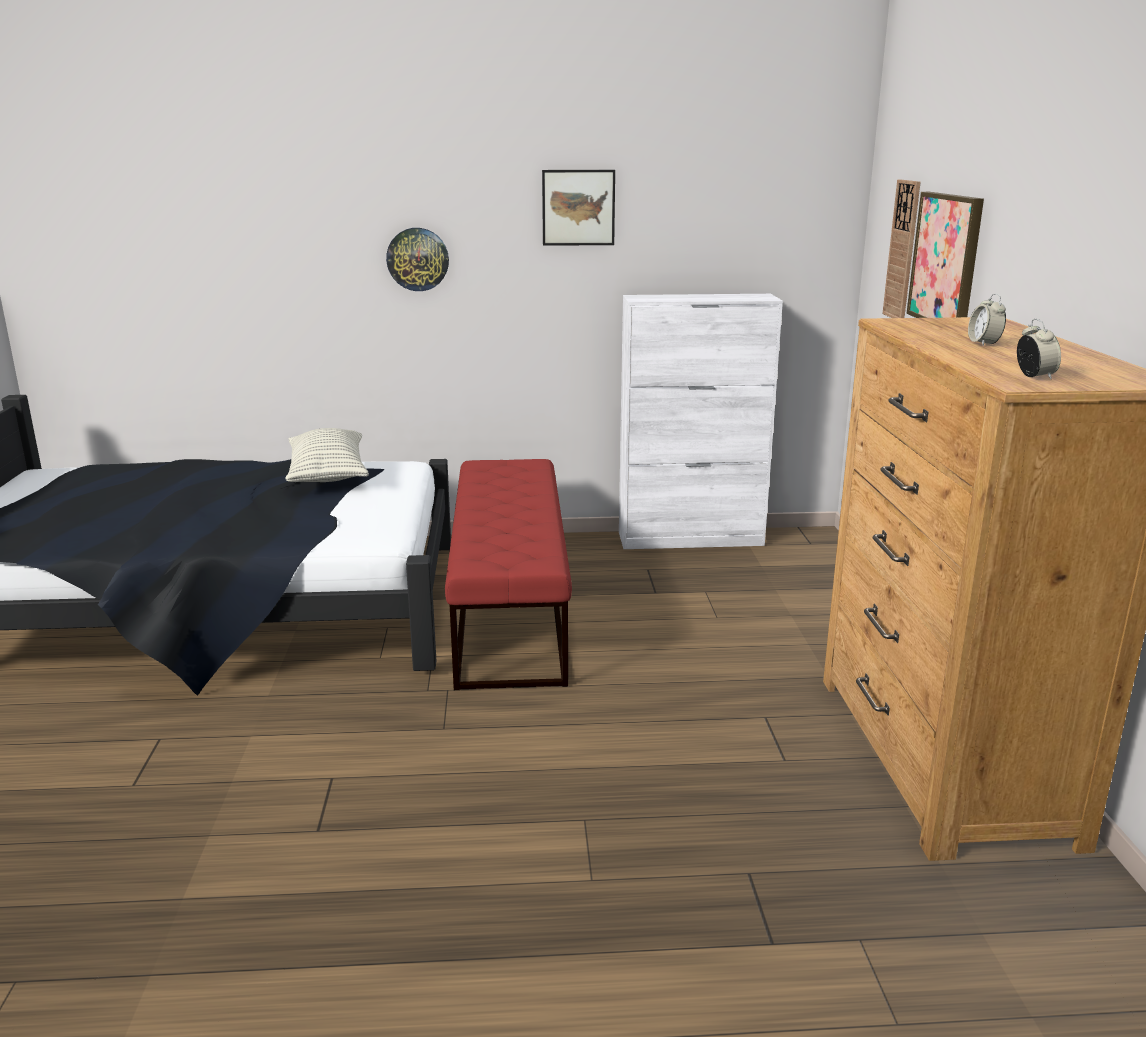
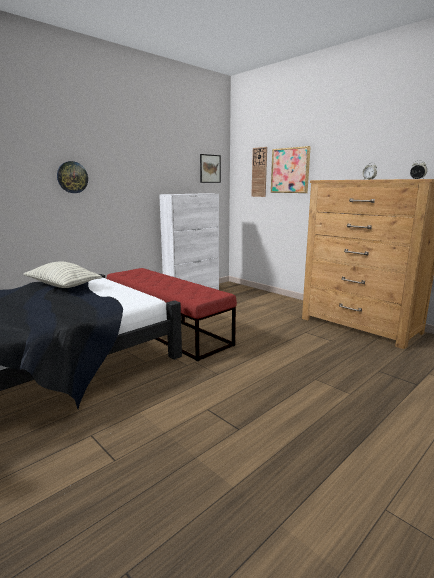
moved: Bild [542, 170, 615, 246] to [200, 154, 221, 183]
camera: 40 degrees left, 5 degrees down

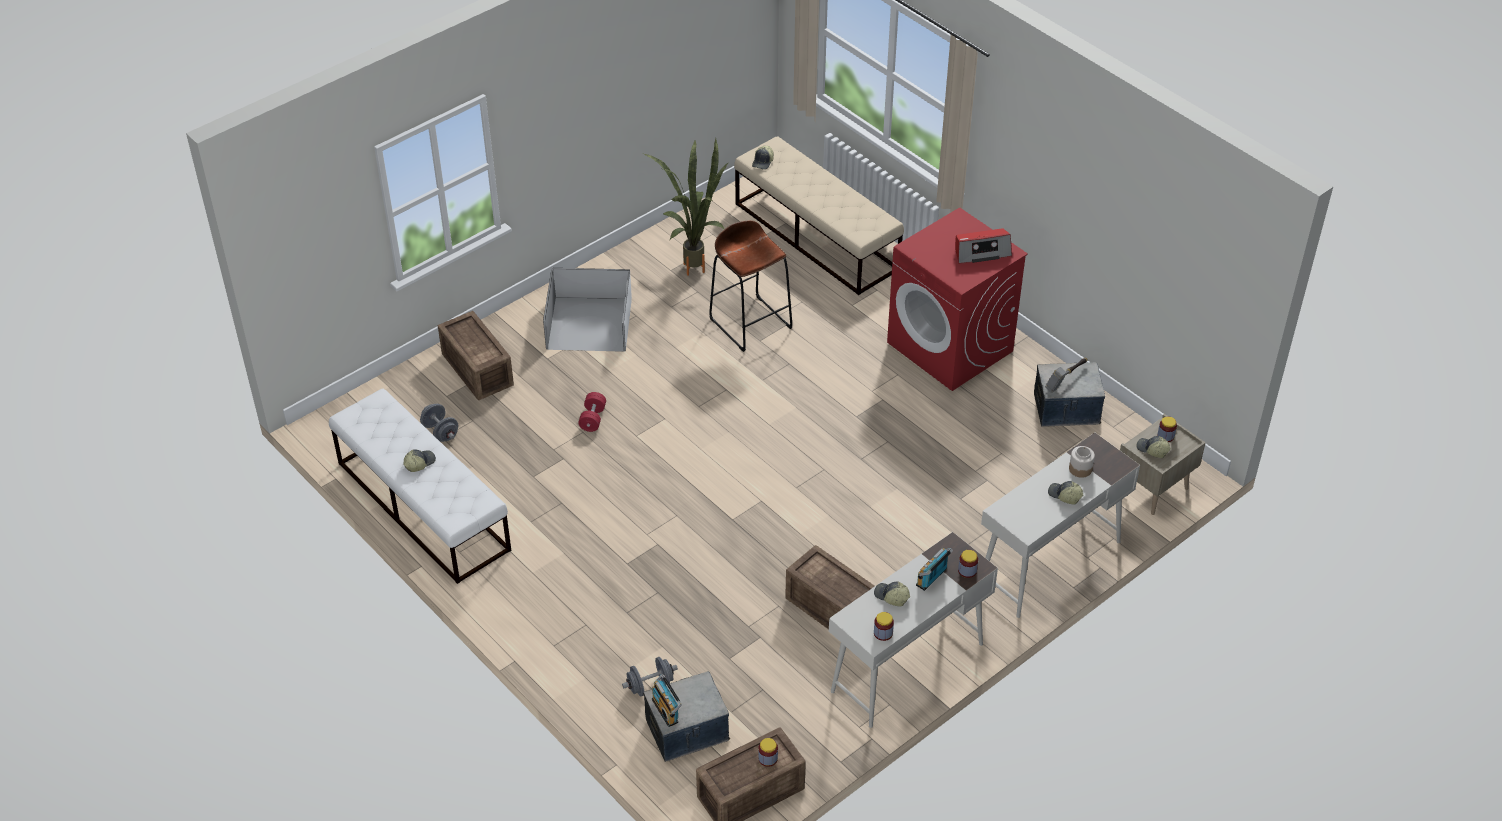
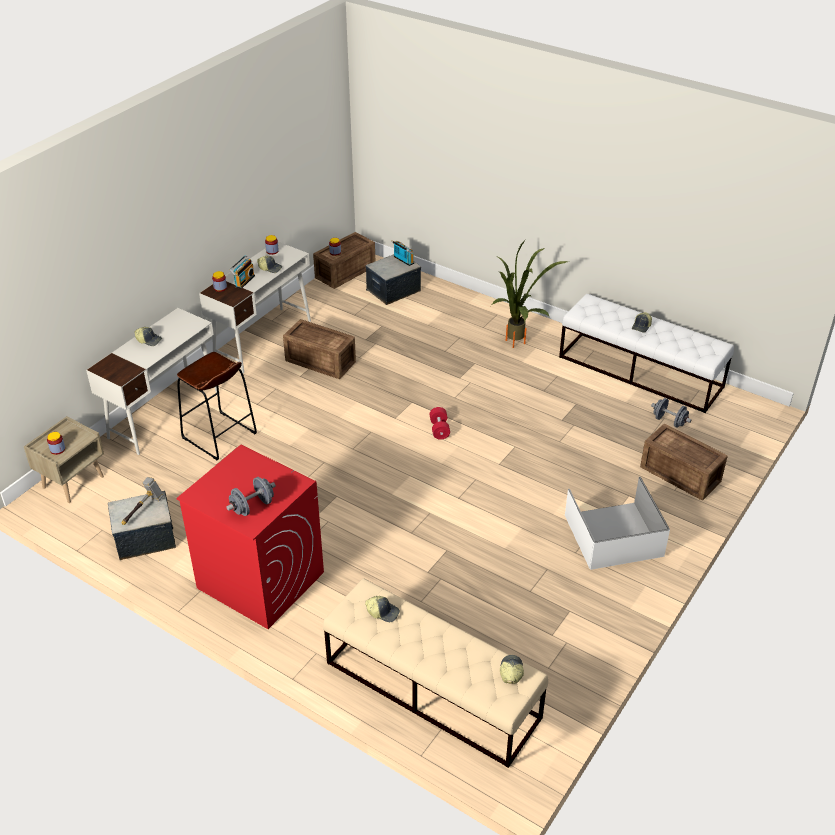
removed: Radio [955, 228, 1012, 264]; Vorratsglas [1069, 446, 1095, 478]
moved: Hocker [braun] [709, 220, 792, 352] to [177, 352, 257, 460]; Hantel [grau] [622, 657, 678, 697] to [226, 477, 276, 516]; Kappe [1136, 436, 1171, 458] to [365, 596, 400, 622]; Hantel [rot] [578, 392, 606, 432] to [429, 407, 450, 440]; Topfpflanze [644, 138, 728, 275] to [492, 240, 569, 348]
camera: 165 degrees right, 5 degrees down

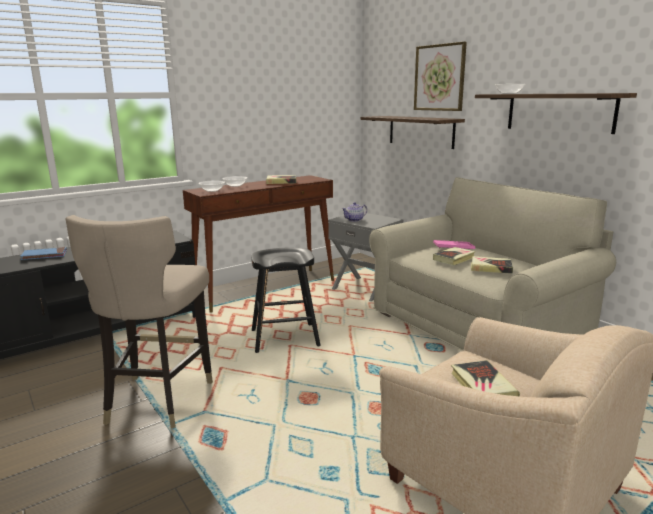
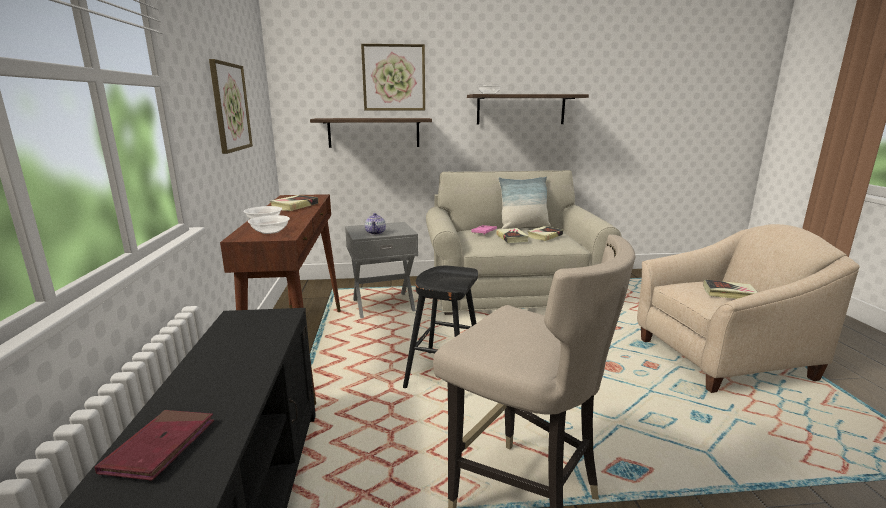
added: Bild [209, 59, 253, 154]; Kissen [498, 176, 551, 229]
recoloured: Buch [blau] [20, 247, 67, 260] to Buch [rot] [95, 410, 214, 481]
camera: 60 degrees left, 0 degrees up

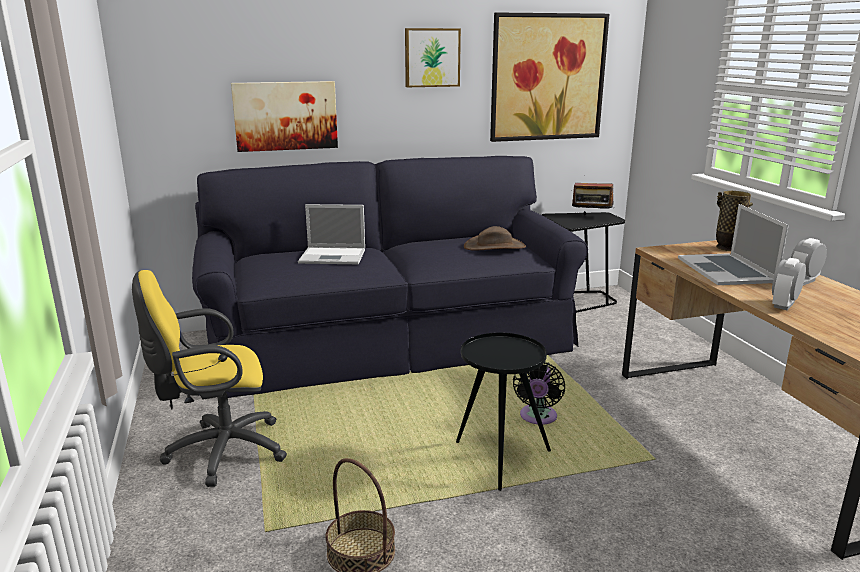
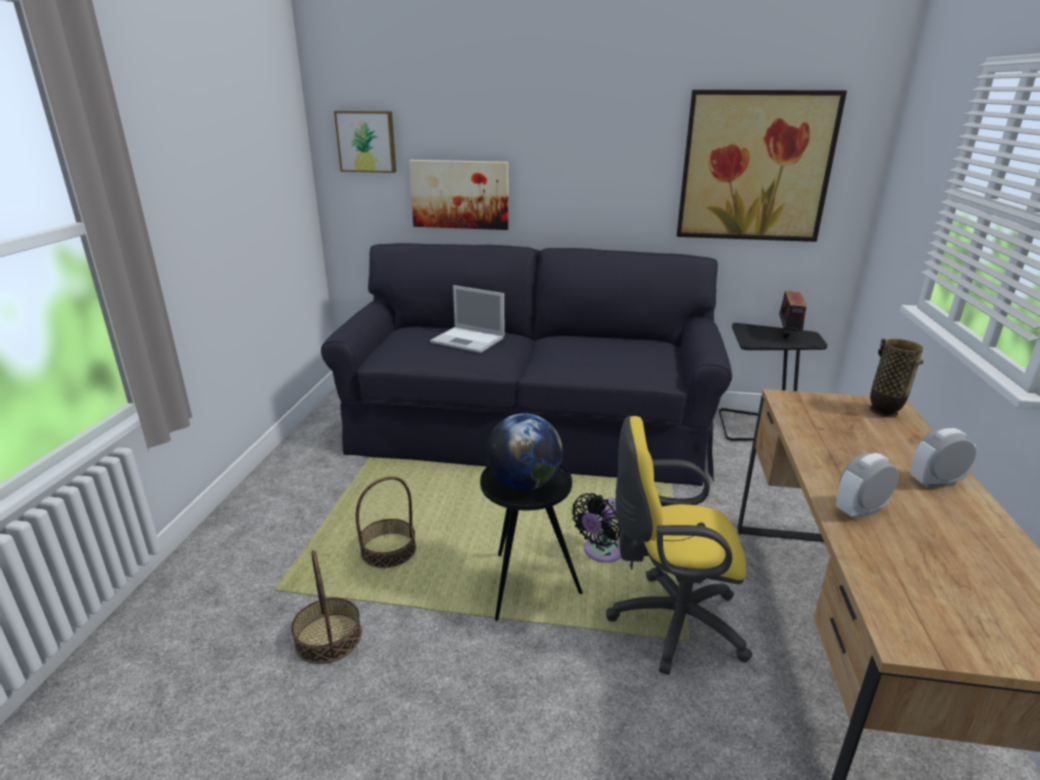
removed: Hut [braun] [464, 226, 526, 250]; Laptop [678, 204, 789, 285]
added: Korb [356, 476, 416, 568]; Globus [486, 413, 563, 490]
moved: Bild [405, 28, 461, 87] to [334, 111, 396, 173]; Bürostuhl [gelb] [132, 270, 287, 487] to [606, 416, 752, 675]
turned: Radio [572, 175, 614, 215] = [775, 291, 807, 338] 120 degrees counterclockwise
camera: 25 degrees right, 5 degrees up

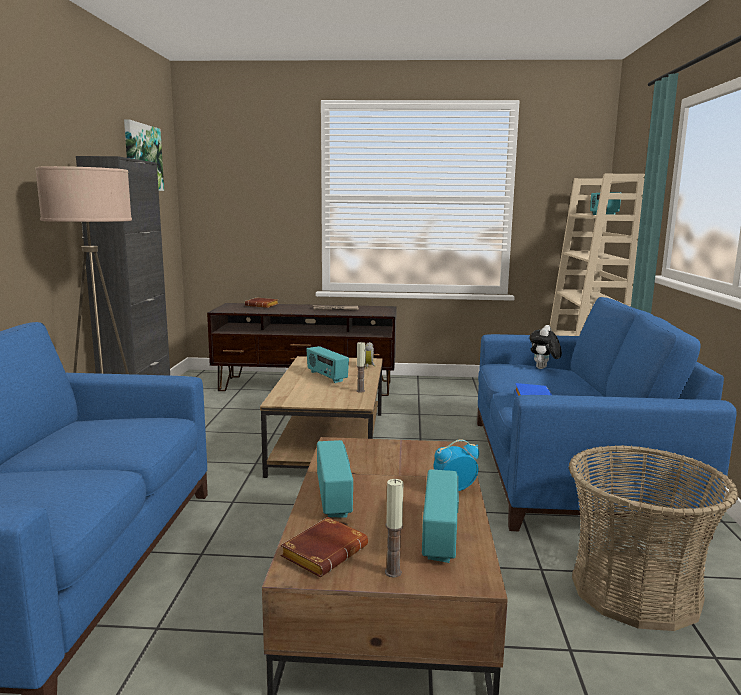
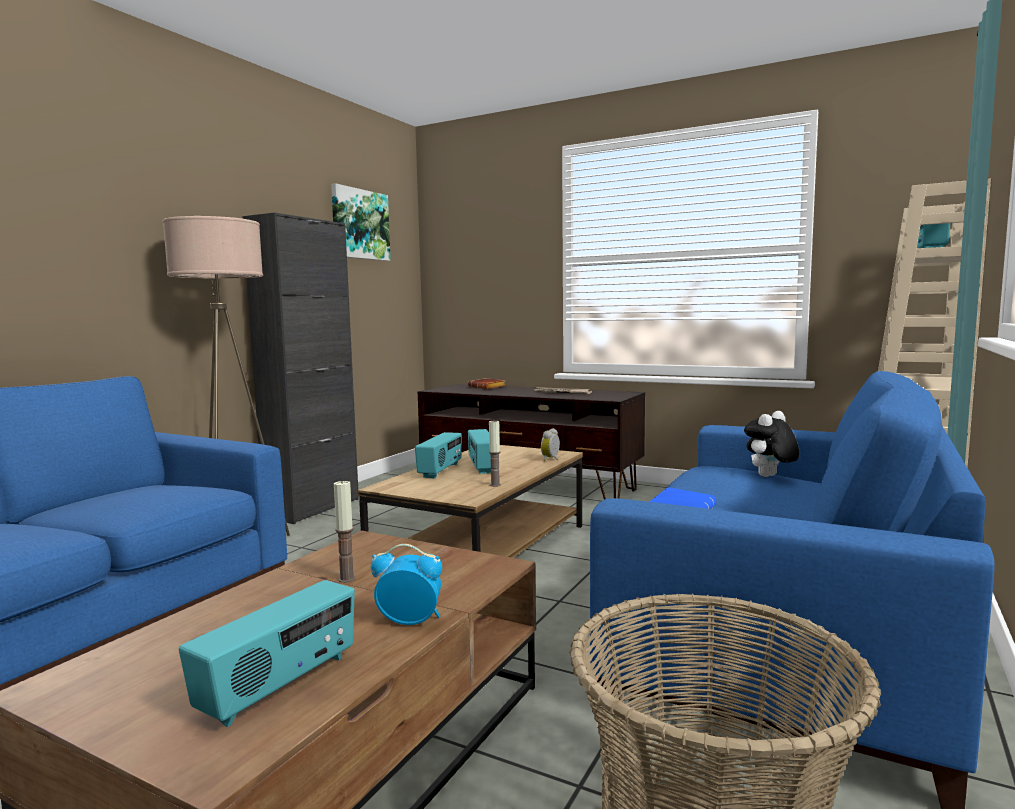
removed: Buch [braun] [280, 517, 368, 577]
moved: Kerze [385, 479, 403, 578] to [334, 480, 356, 583]; Radio [317, 440, 353, 518] to [415, 432, 462, 479]
camera: 25 degrees right, 5 degrees down

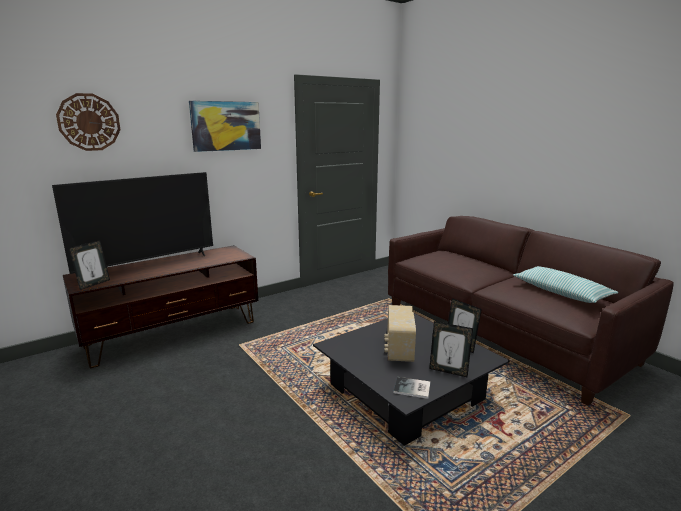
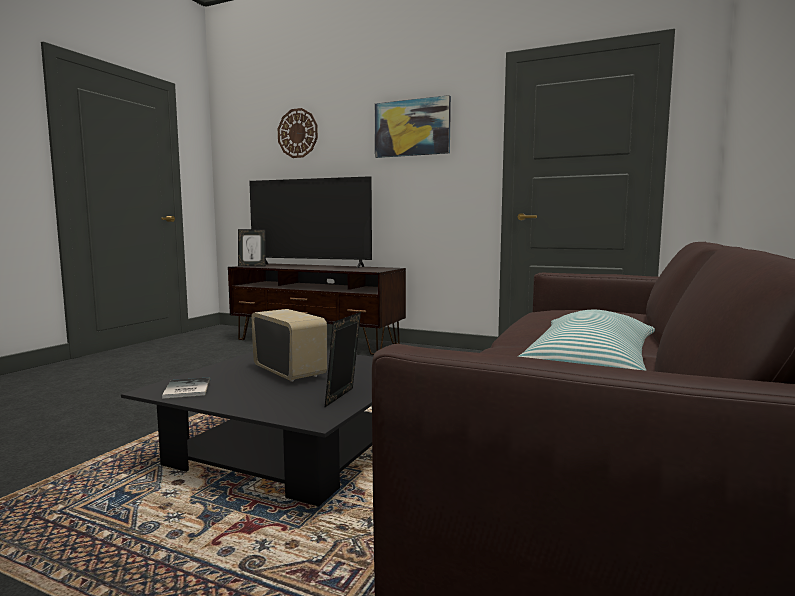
removed: Bilderrahmen [429, 321, 473, 378]
turned: Radio [384, 305, 416, 362] = [251, 309, 327, 382] 75 degrees clockwise
camera: 60 degrees right, 10 degrees down

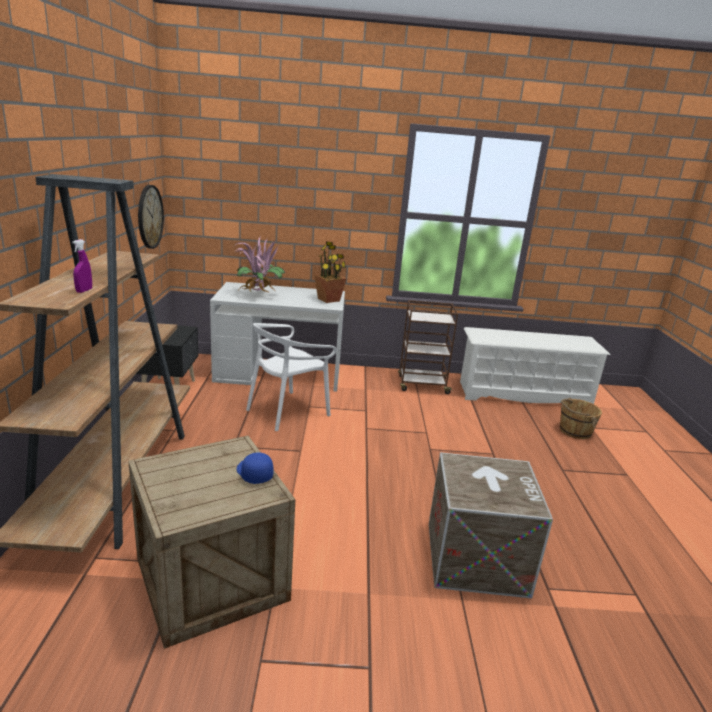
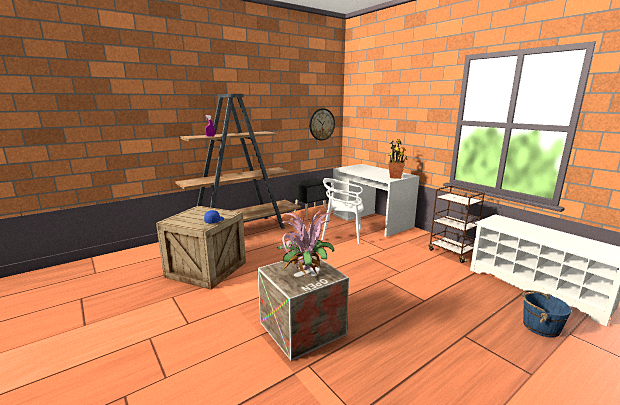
moved: Topfpflanze [232, 236, 285, 292] to [277, 209, 335, 279]
recoloured: Eimer [braun] [560, 398, 602, 439] to Eimer [blau] [522, 290, 571, 338]
camera: 55 degrees right, 5 degrees down

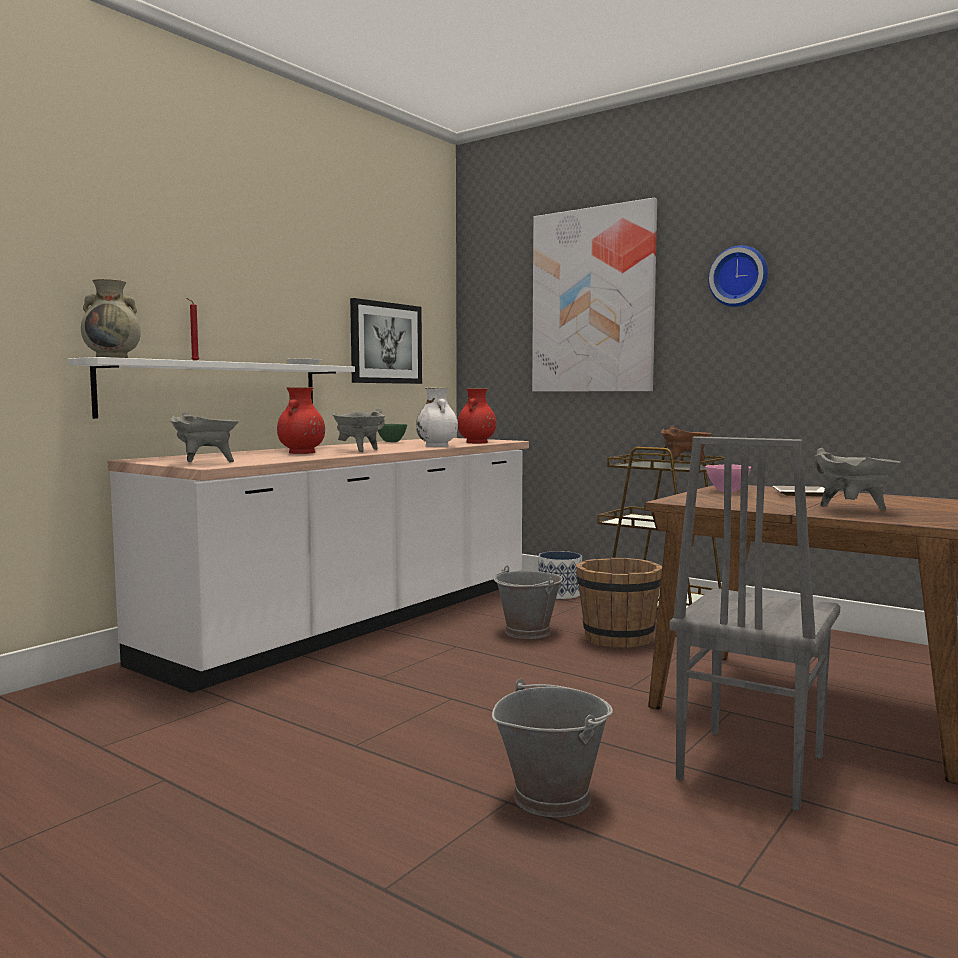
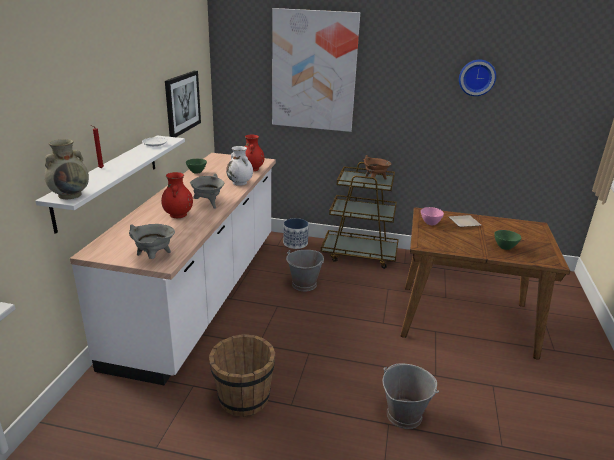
removed: Stuhl [grau] [670, 436, 840, 811]
moved: Eimer [braun] [576, 558, 662, 648] to [209, 334, 275, 417]; Wanduhr [708, 245, 768, 307] to [459, 59, 496, 96]
replaced: Kochtopf [grau] [813, 448, 901, 510] to Schüssel [grün] [494, 230, 521, 250]
camera: 25 degrees left, 20 degrees up

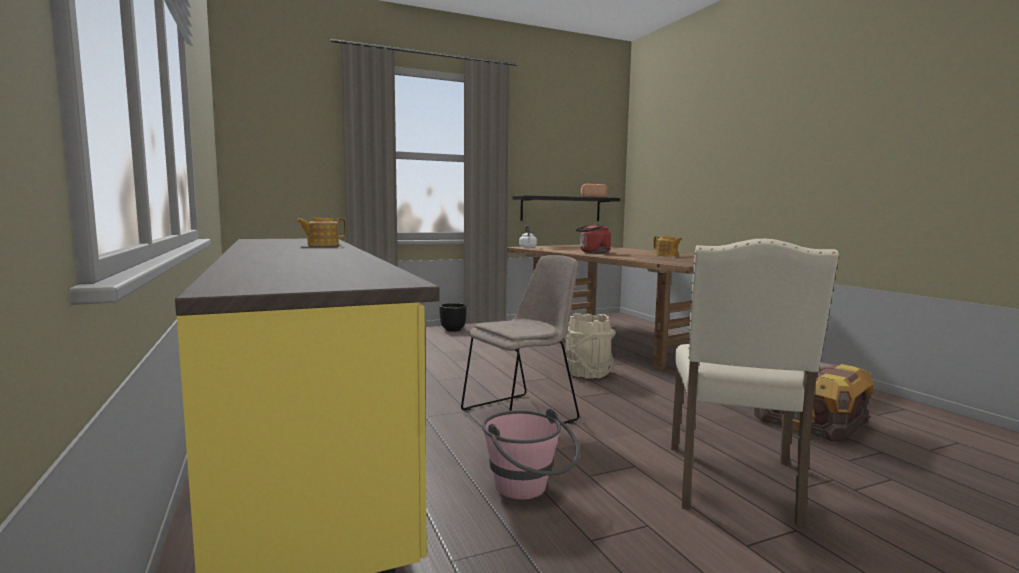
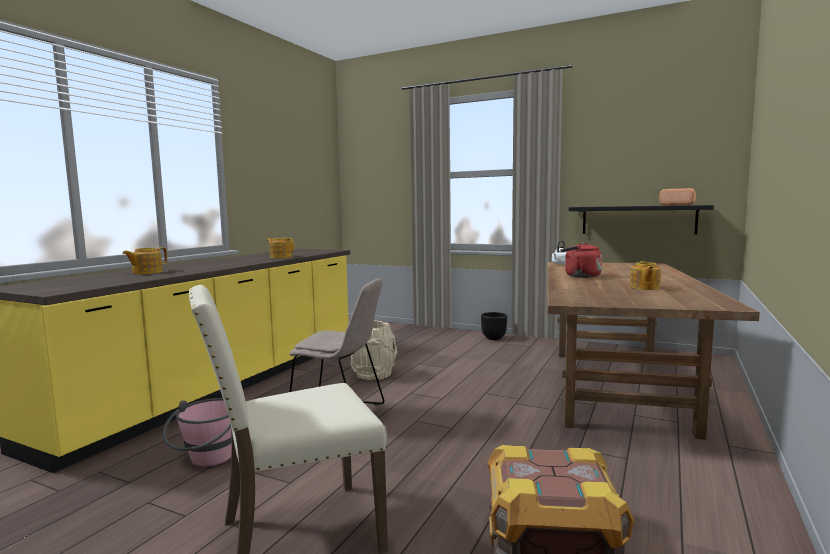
added: Teekanne [122, 247, 167, 274]
moved: Eimer [beige] [564, 313, 615, 379] to [351, 320, 397, 380]
camera: 50 degrees right, 0 degrees up

